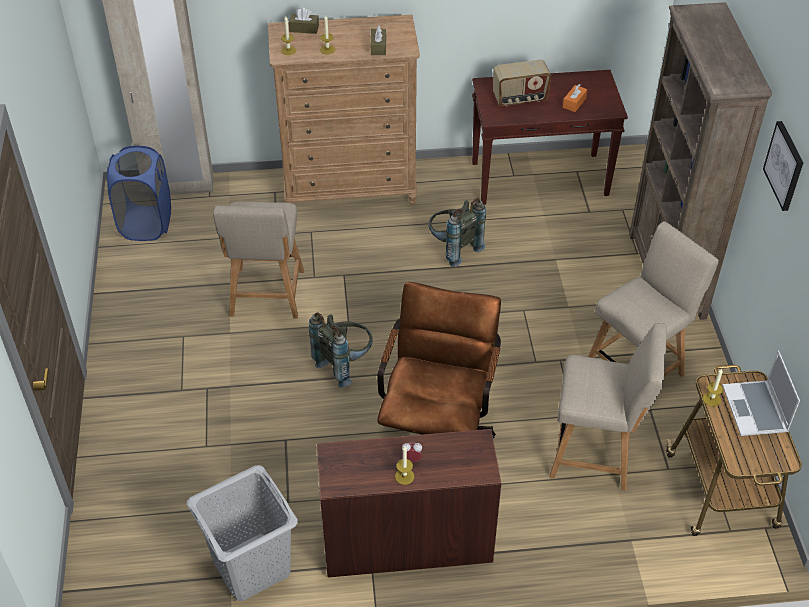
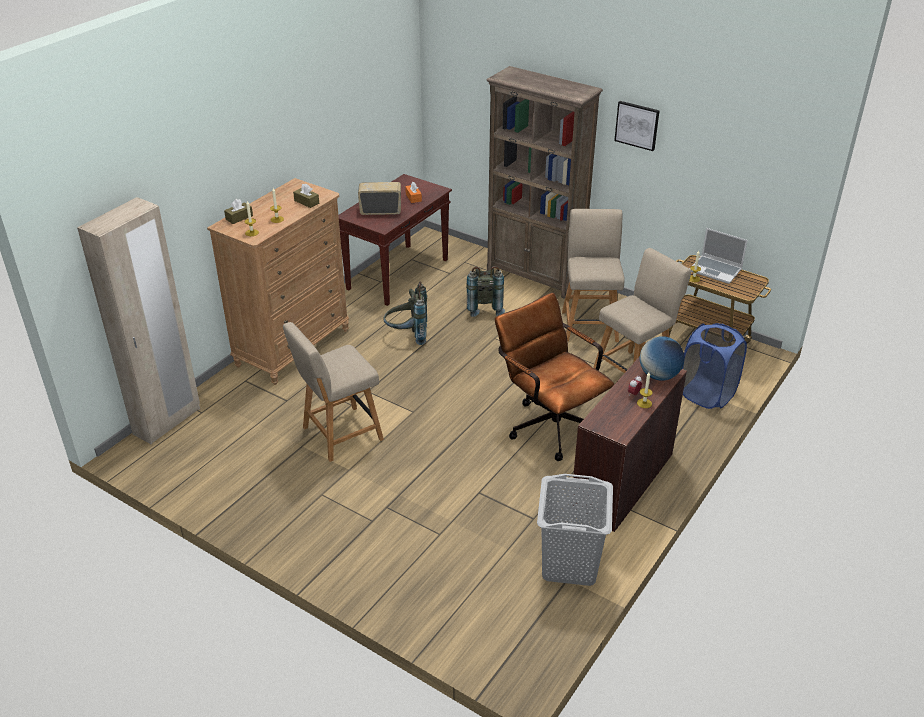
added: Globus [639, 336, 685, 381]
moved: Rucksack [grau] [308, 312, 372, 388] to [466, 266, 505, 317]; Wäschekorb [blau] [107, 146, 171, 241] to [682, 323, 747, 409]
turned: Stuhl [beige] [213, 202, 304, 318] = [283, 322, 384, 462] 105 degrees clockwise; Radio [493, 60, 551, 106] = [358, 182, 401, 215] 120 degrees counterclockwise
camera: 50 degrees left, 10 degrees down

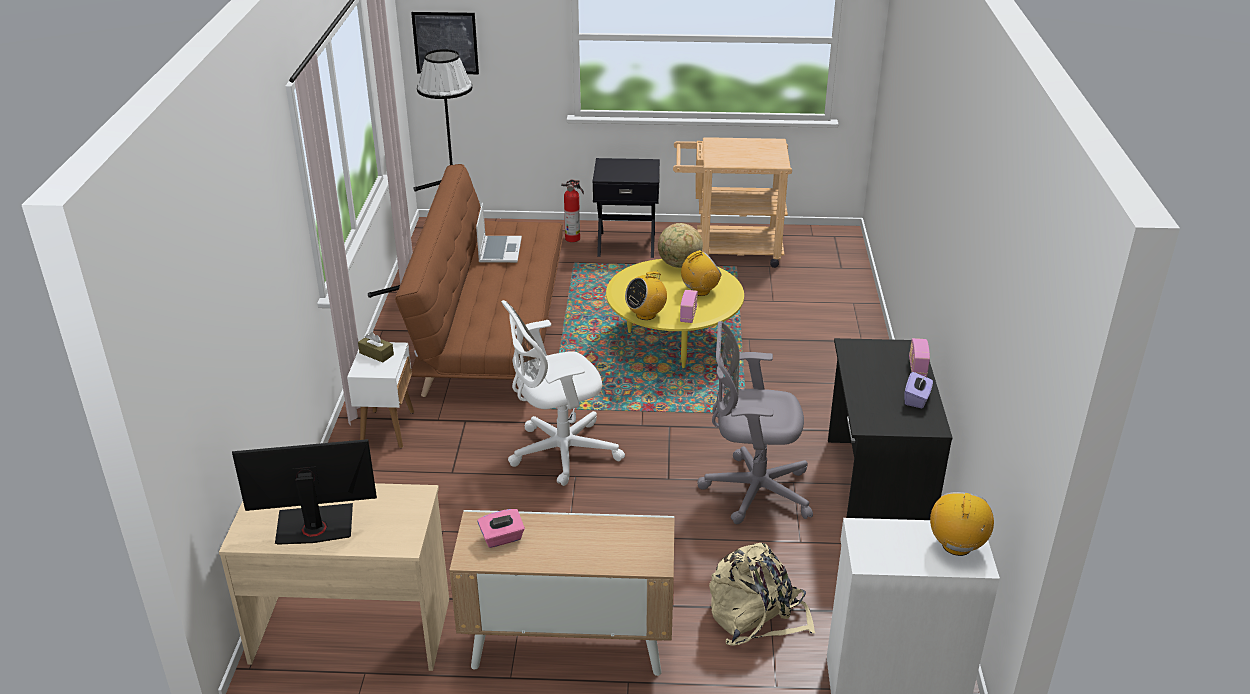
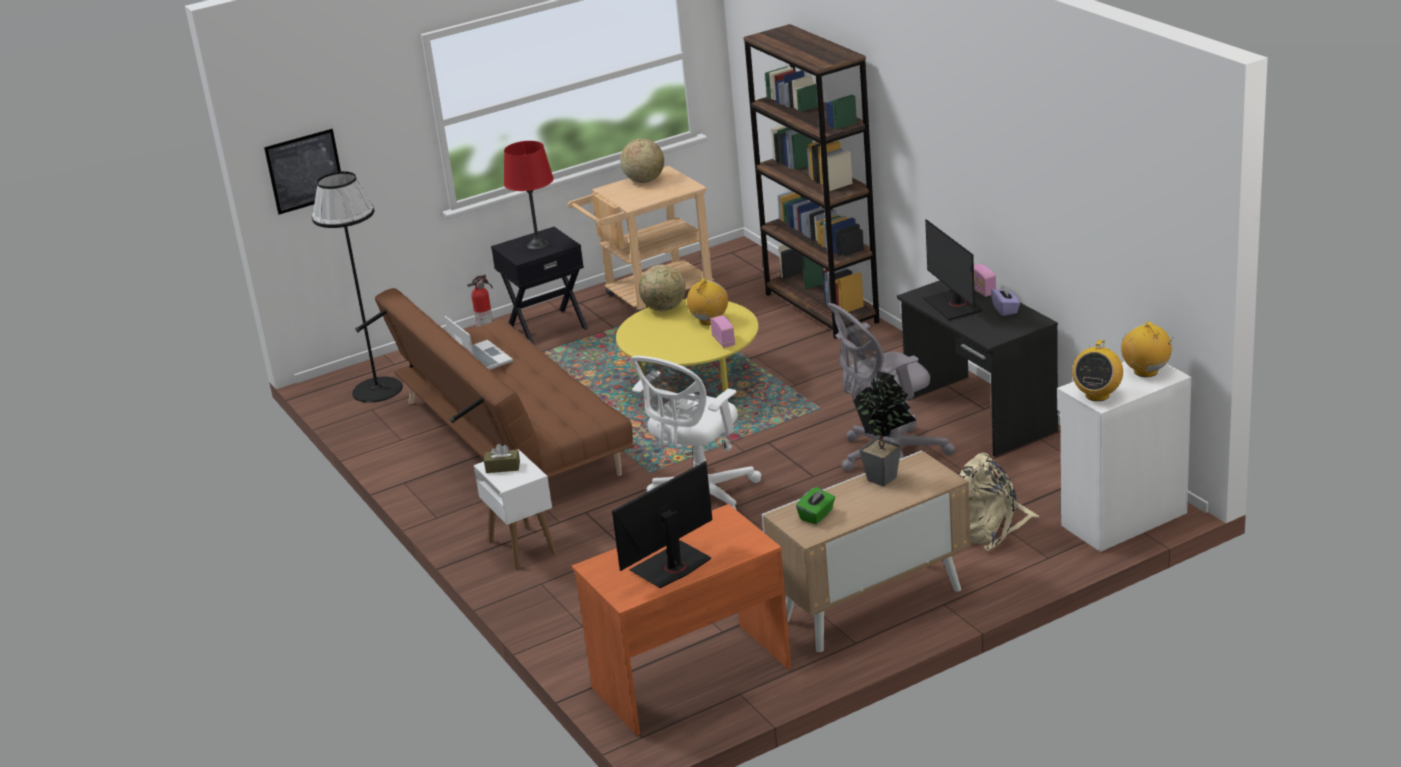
added: Tischlampe [rot] [504, 141, 554, 250]; Globus [620, 139, 664, 183]; Bücherregal [braun] [743, 24, 880, 339]; Topfpflanze [853, 371, 916, 486]; Monitor [922, 219, 983, 320]
moved: Radio [625, 270, 667, 320] to [1072, 340, 1123, 401]
recoloured: Schreibtisch [beige] [219, 483, 449, 671] to Schreibtisch [orange] [571, 504, 791, 736]; Taschentuchbox [rosa] [477, 509, 525, 548] to Taschentuchbox [grün] [796, 487, 835, 524]
camera: 30 degrees left, 5 degrees down

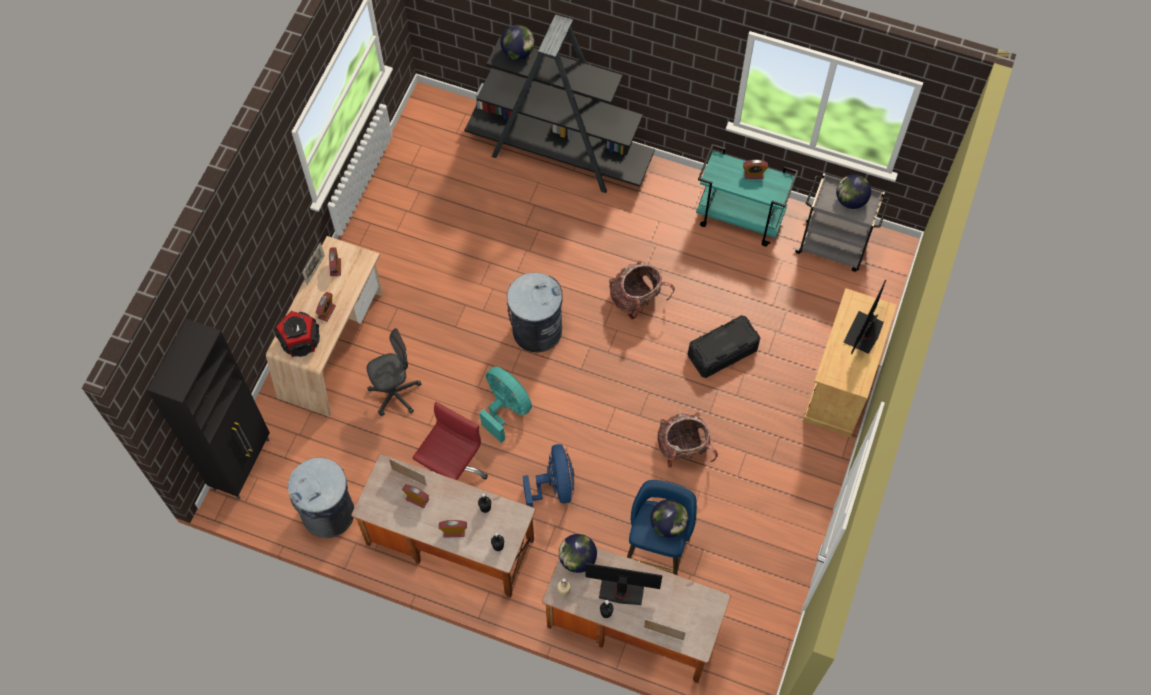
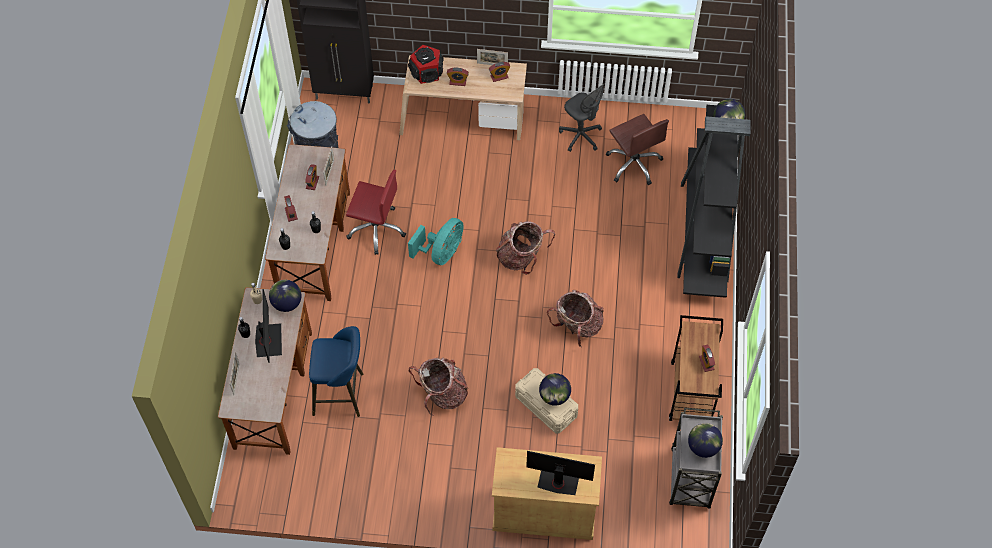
removed: Ventilator [blau] [523, 444, 574, 507]
added: Bürostuhl [braun] [606, 114, 669, 185]
moved: Globus [650, 499, 689, 538] to [539, 373, 571, 406]; Bürostuhl [grau] [367, 328, 421, 416] to [559, 84, 604, 152]
replaced: Mülleimer [grau] [507, 273, 563, 352] to Rucksack [496, 221, 555, 275]
recoloured: Aufbewahrungsbox [schwarz] [688, 315, 760, 378] to Aufbewahrungsbox [beige] [515, 368, 578, 434]; Rollwagen [türkis] [696, 144, 798, 247] to Rollwagen [braun] [669, 315, 723, 421]
camera: 75 degrees right, 5 degrees down

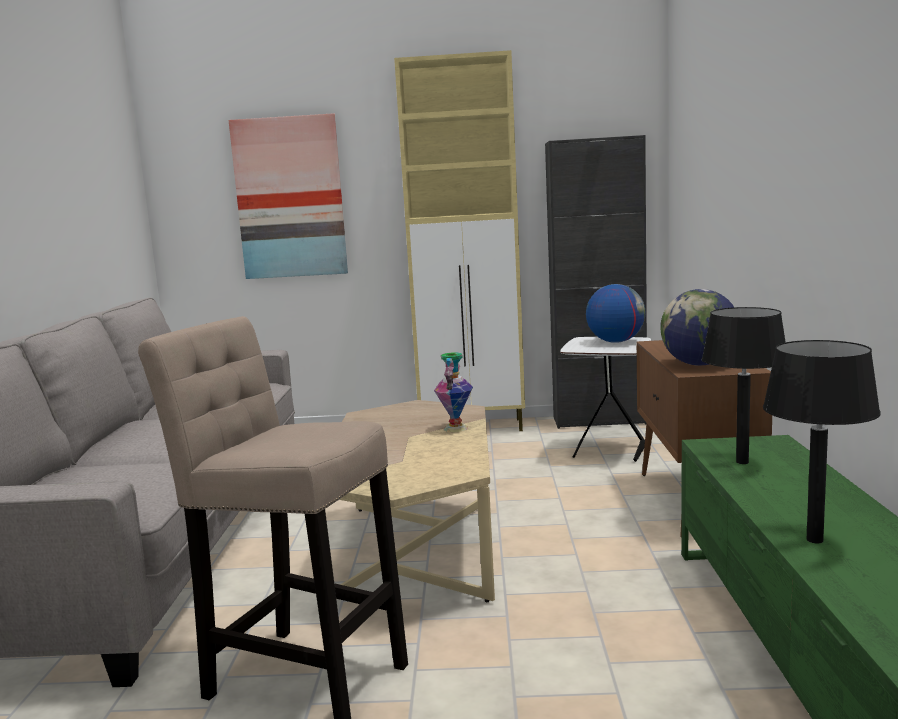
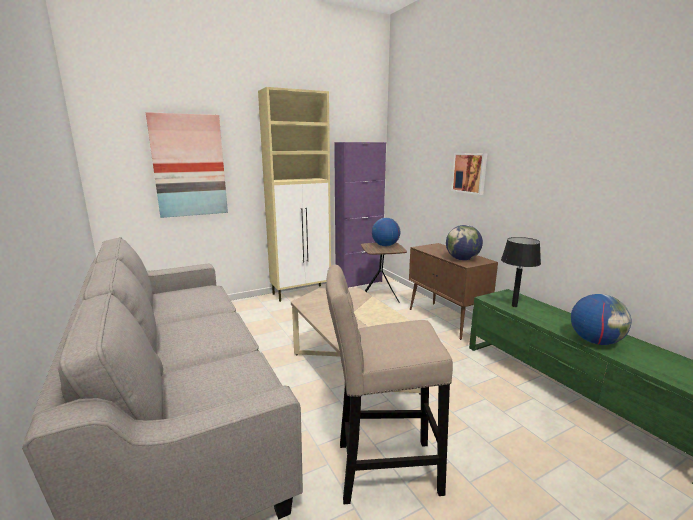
removed: Vase [434, 353, 473, 432]
added: Bild [451, 153, 487, 195]
replaced: Tischlampe [schwarz] [763, 340, 881, 544] to Globus [571, 294, 632, 345]
recoloured: Schrank [schwarz] [545, 135, 647, 429] to Schrank [lila] [334, 142, 386, 288]; Beistelltisch [weiß] [560, 337, 651, 462] to Beistelltisch [braun] [361, 243, 407, 303]
camera: 30 degrees left, 5 degrees up

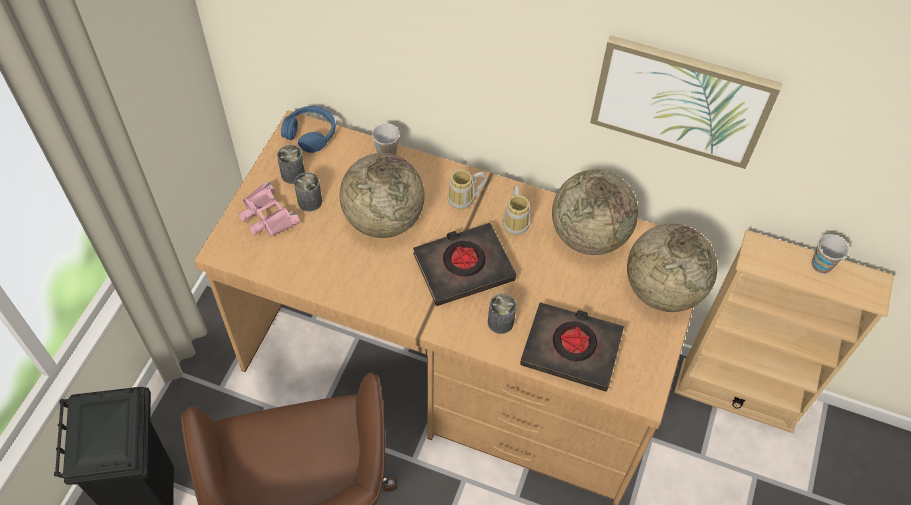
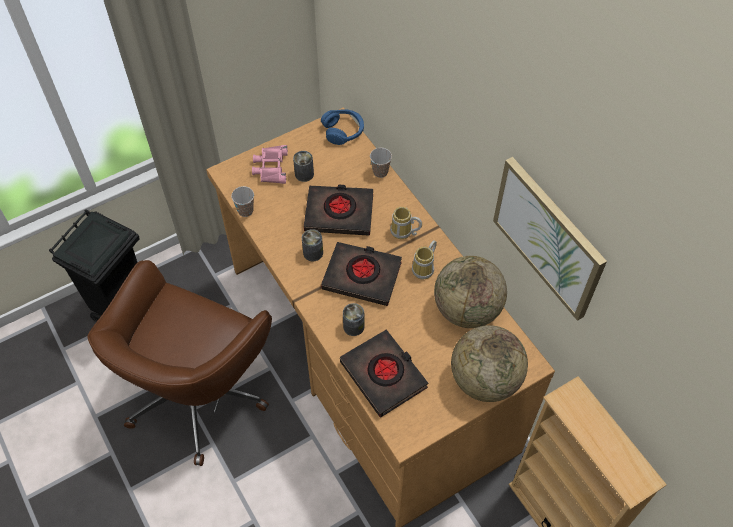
moved: Tasse [812, 234, 849, 274] to [231, 186, 254, 217]; Dose [277, 145, 305, 184] to [302, 229, 323, 261]
replaced: Globus [340, 153, 425, 238] to Buch [schwarz] [304, 185, 373, 236]
camera: 40 degrees right, 0 degrees up

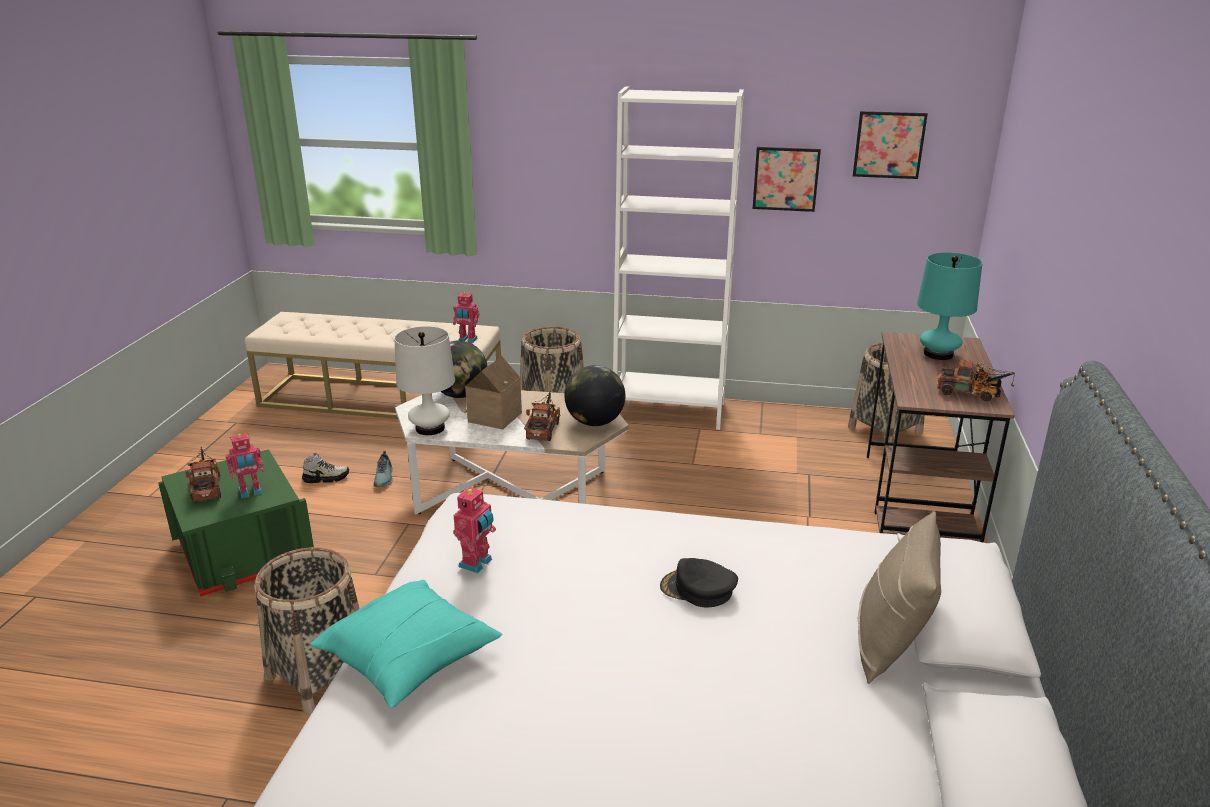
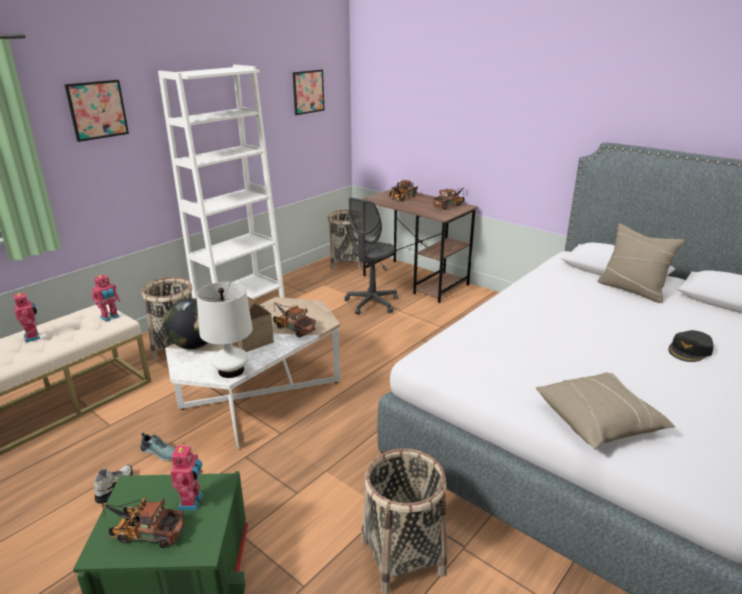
removed: Globus [565, 365, 625, 426]
added: Bürostuhl [grau] [344, 197, 398, 315]
moved: Spielzeugroboter [453, 485, 496, 573] to [14, 292, 40, 343]; Bild [753, 147, 821, 212] to [64, 80, 129, 142]; Kappe [schwarz] [660, 558, 738, 607] to [668, 330, 714, 362]
replaced: Tischlampe [türkis] [917, 252, 982, 360] to Spielzeuglaster [390, 180, 418, 201]
recoloured: Kissen [türkis] [310, 580, 502, 708] to Kissen [beige] [536, 372, 675, 448]
camera: 60 degrees left, 0 degrees up

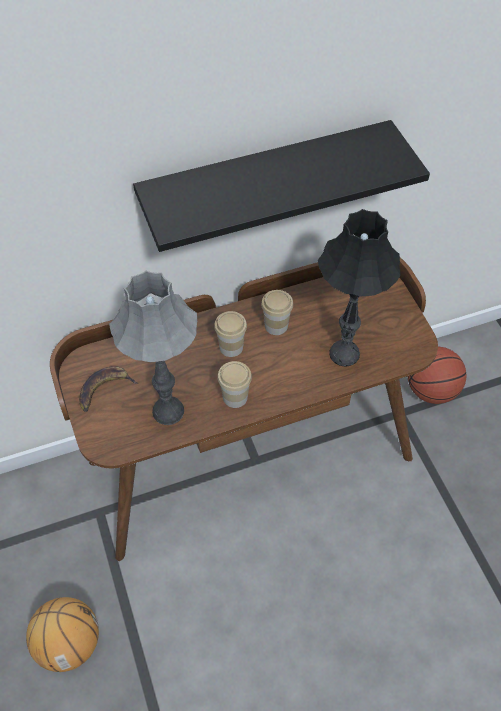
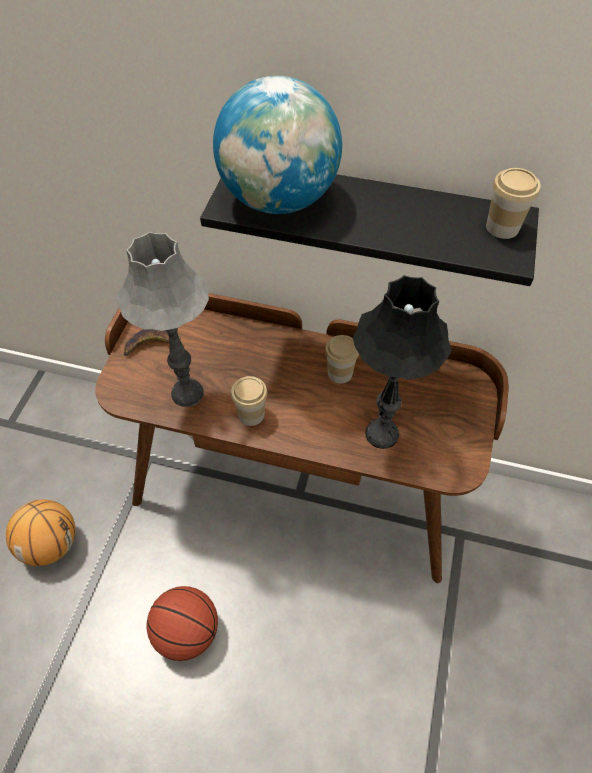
added: Globus [213, 75, 342, 214]
moved: Basketball [408, 347, 467, 404] to [147, 586, 218, 661]; Tasse [214, 311, 247, 357] to [486, 168, 541, 239]
camera: 35 degrees right, 0 degrees up

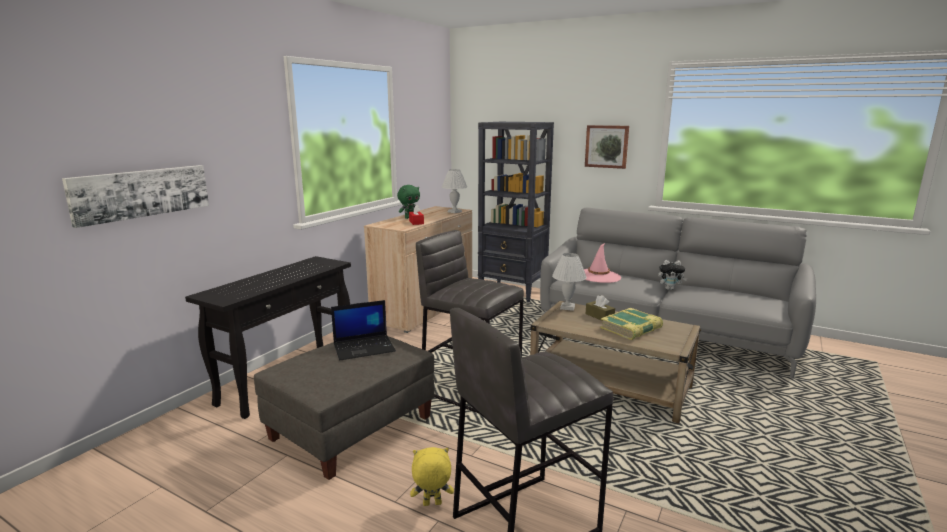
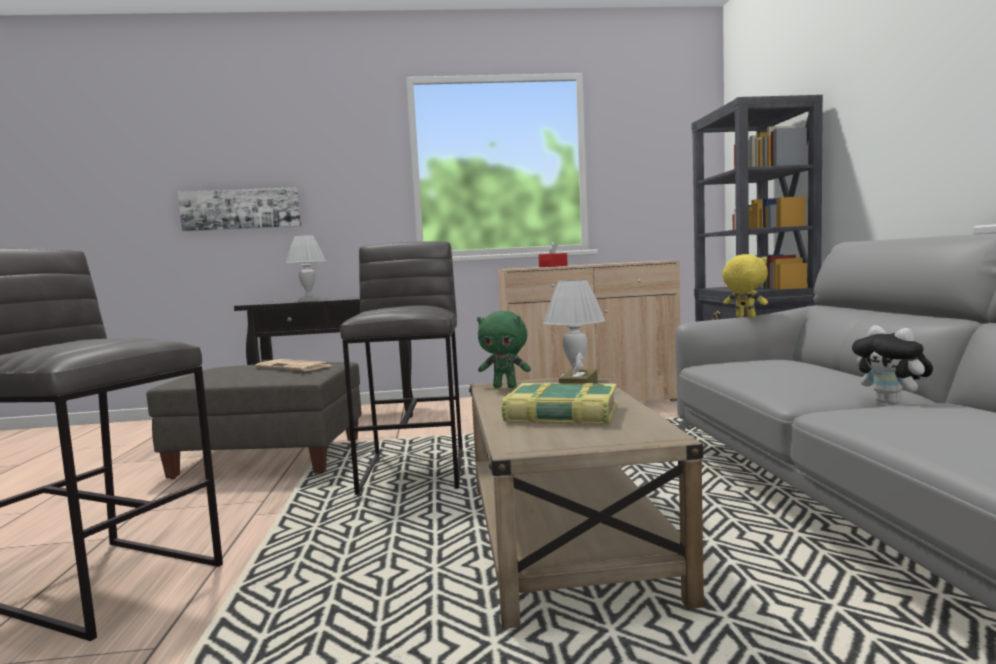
removed: Hut [rosa] [584, 243, 621, 283]; Bild [585, 125, 629, 169]
moved: Tischlampe [weiß] [442, 169, 467, 213] to [286, 236, 326, 302]; Plüschtier [grün] [397, 185, 420, 219] to [477, 311, 531, 388]; Plüschtier [gelb] [410, 447, 454, 506] to [722, 254, 768, 318]
replaced: Laptop [331, 300, 396, 360] to Zeitung [255, 359, 333, 371]
camera: 55 degrees right, 10 degrees down

